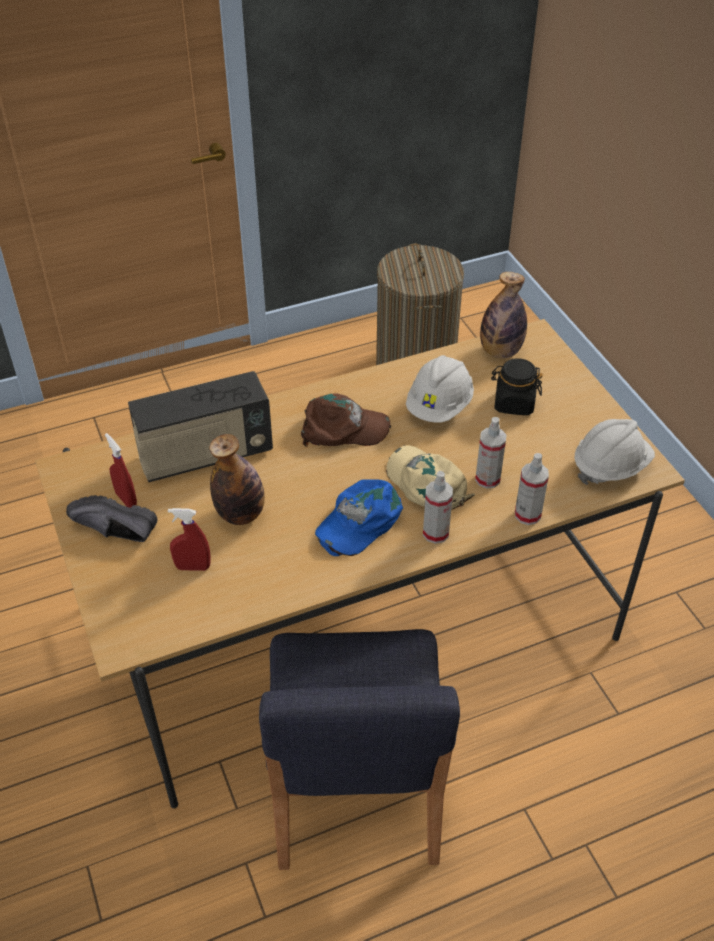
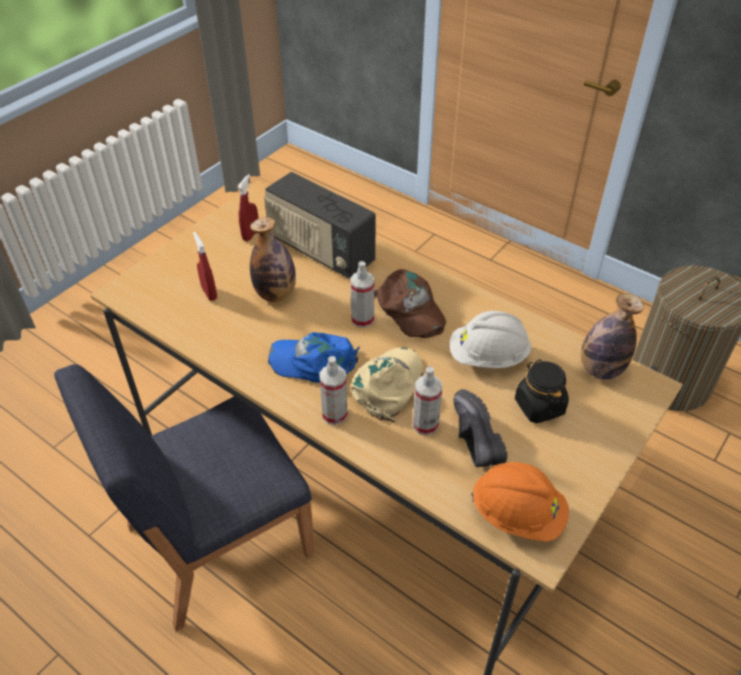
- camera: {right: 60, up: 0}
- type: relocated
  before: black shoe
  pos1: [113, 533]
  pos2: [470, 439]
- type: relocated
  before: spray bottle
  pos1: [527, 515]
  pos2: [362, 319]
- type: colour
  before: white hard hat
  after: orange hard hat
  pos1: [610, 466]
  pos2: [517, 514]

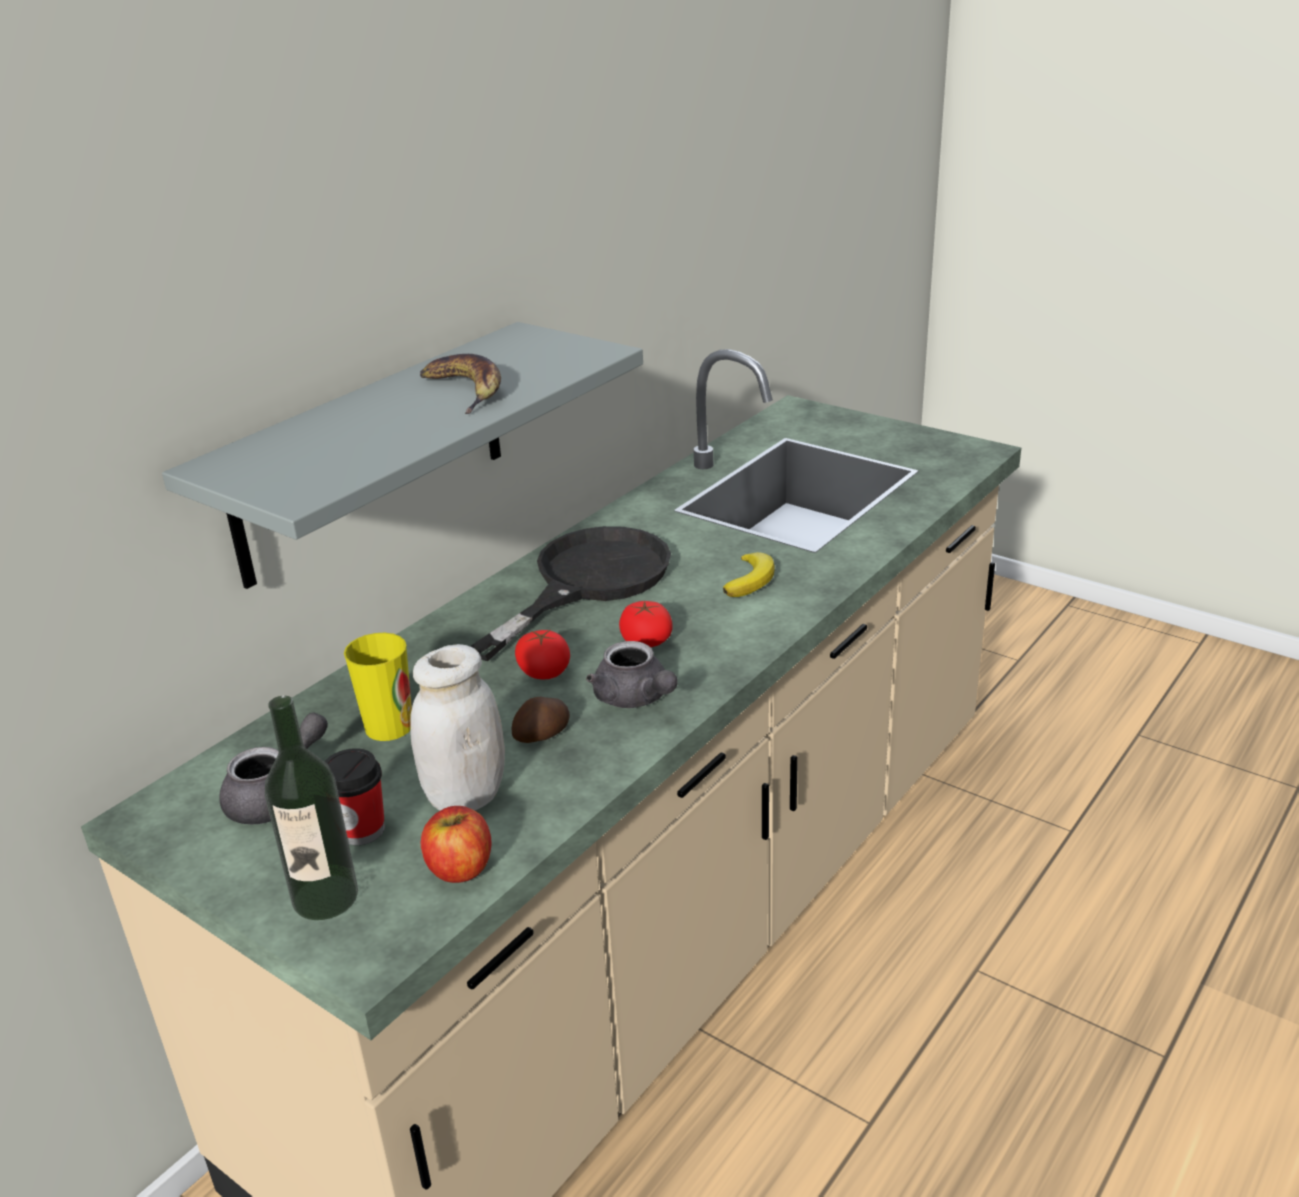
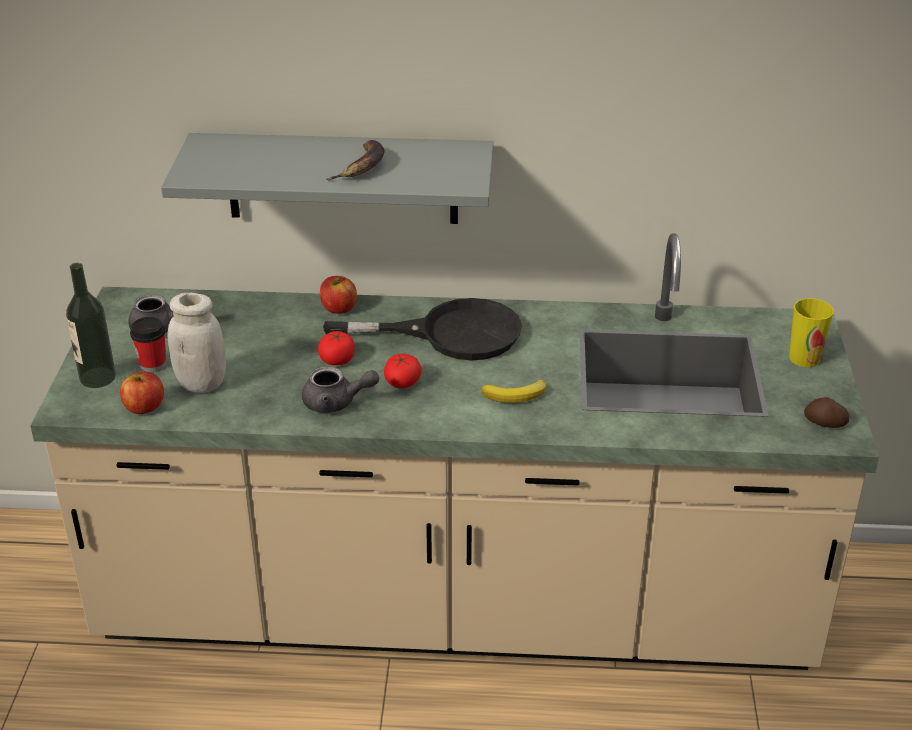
- camera: {right: 55, up: 5}
- type: relocated
  before: cup
  pos1: [389, 726]
  pos2: [804, 358]
- type: relocated
  before: potato
  pos1: [543, 735]
  pos2: [825, 423]
- type: spun
  before: grey teapot
  pos1: [635, 699]
  pos2: [336, 403]
  turn: -105
- type: appeared
  after: apple
  pos2: [338, 308]

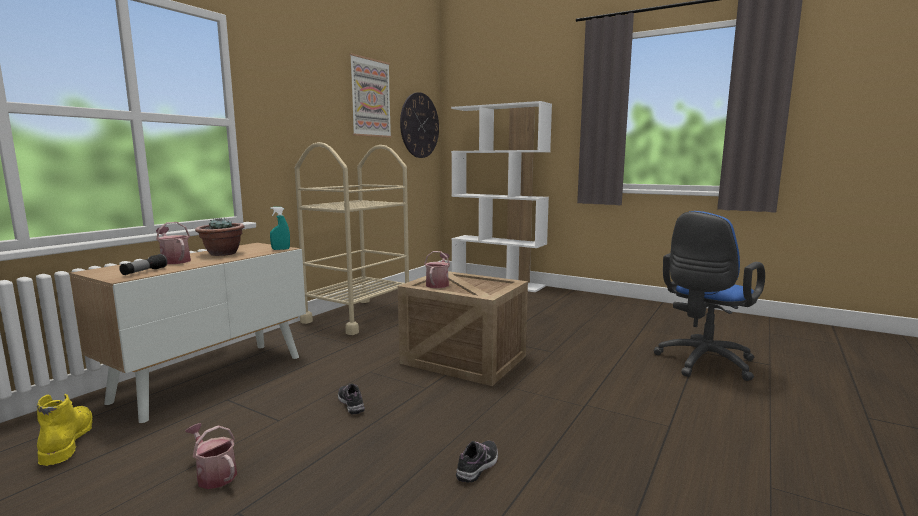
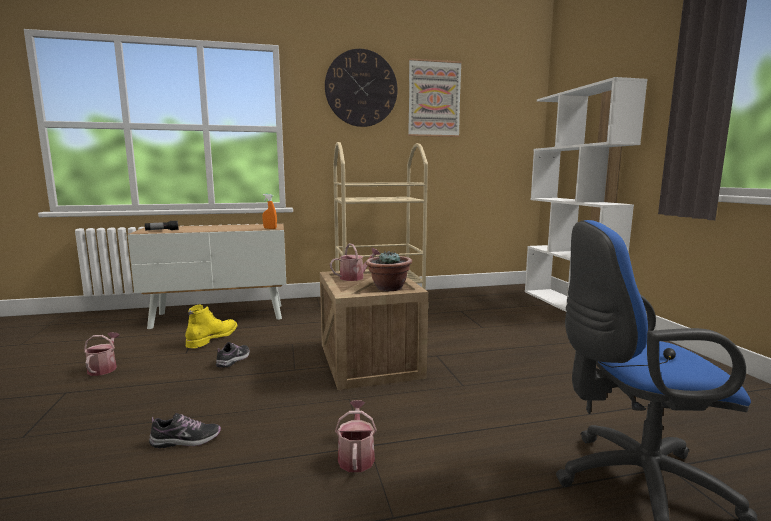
- camera: {right: 45, up: 0}
- type: relocated
  before: yellow boot
  pos1: [66, 440]
  pos2: [212, 338]
- type: relocated
  before: watering can
  pos1: [174, 261]
  pos2: [356, 456]
- type: relocated
  before: potted plant
  pos1: [222, 253]
  pos2: [388, 288]
- type: colour
  before: turquoise spray bottle
  after: orange spray bottle
  pos1: [280, 249]
  pos2: [270, 228]
- type: relocated
  before: wall clock
  pos1: [419, 125]
  pos2: [361, 88]

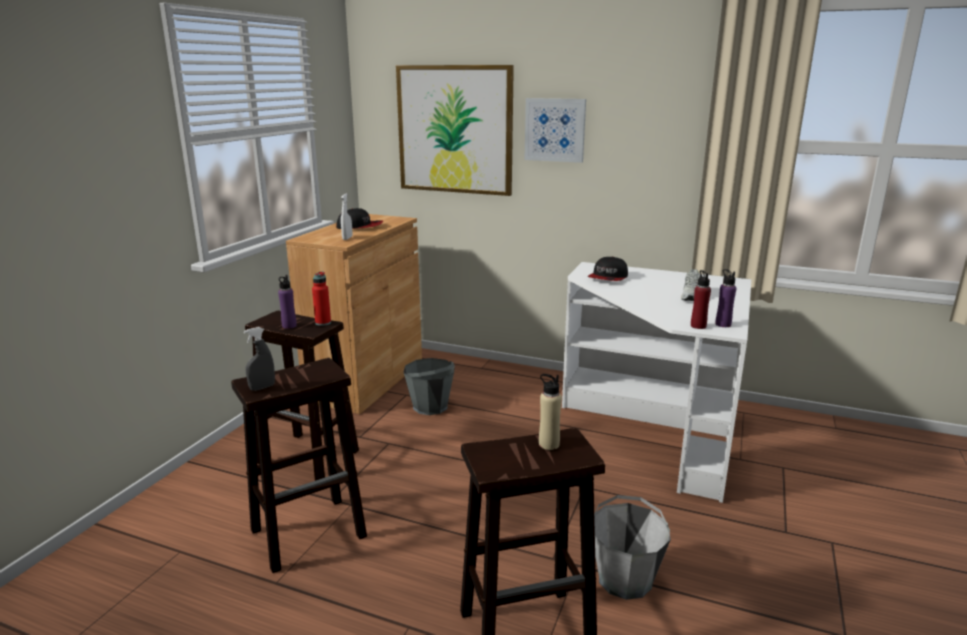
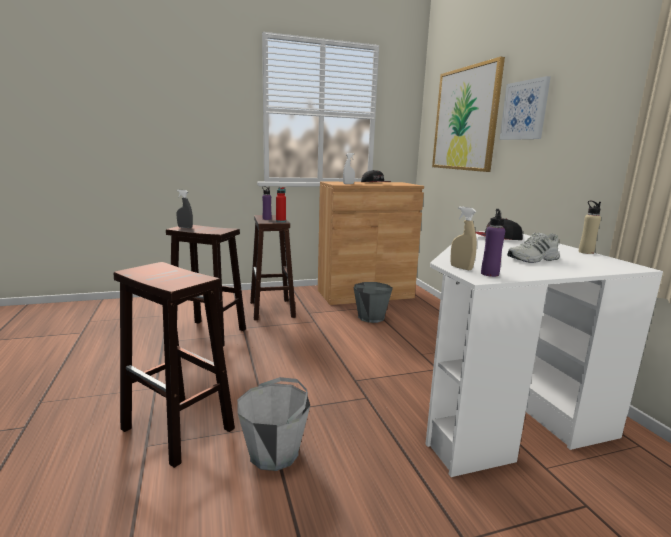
- camera: {right: 50, up: -5}
- type: relocated
  before: beige bottle
  pos1: [548, 444]
  pos2: [586, 252]
- type: exchanged
  before: red bottle
  after: beige spray bottle
  pos1: [698, 326]
  pos2: [461, 268]

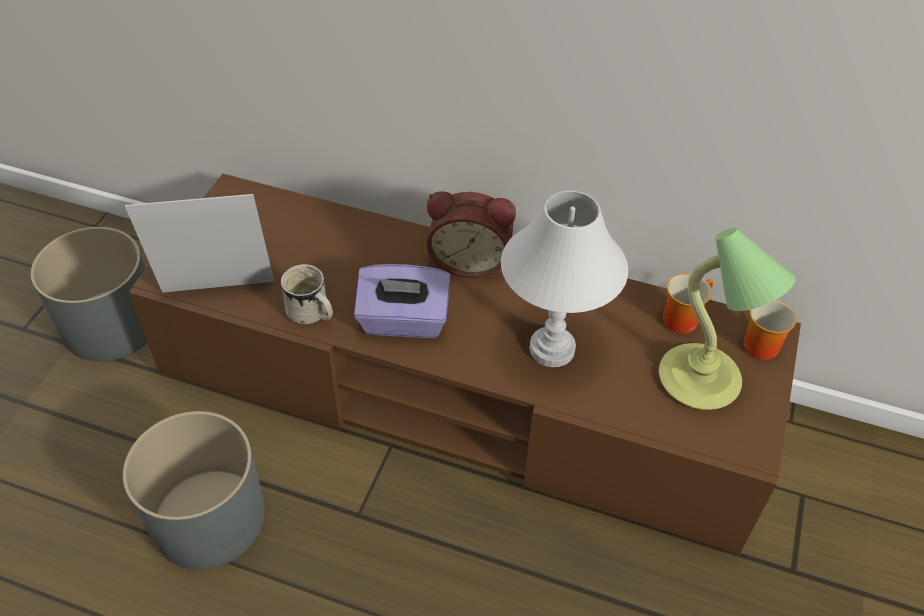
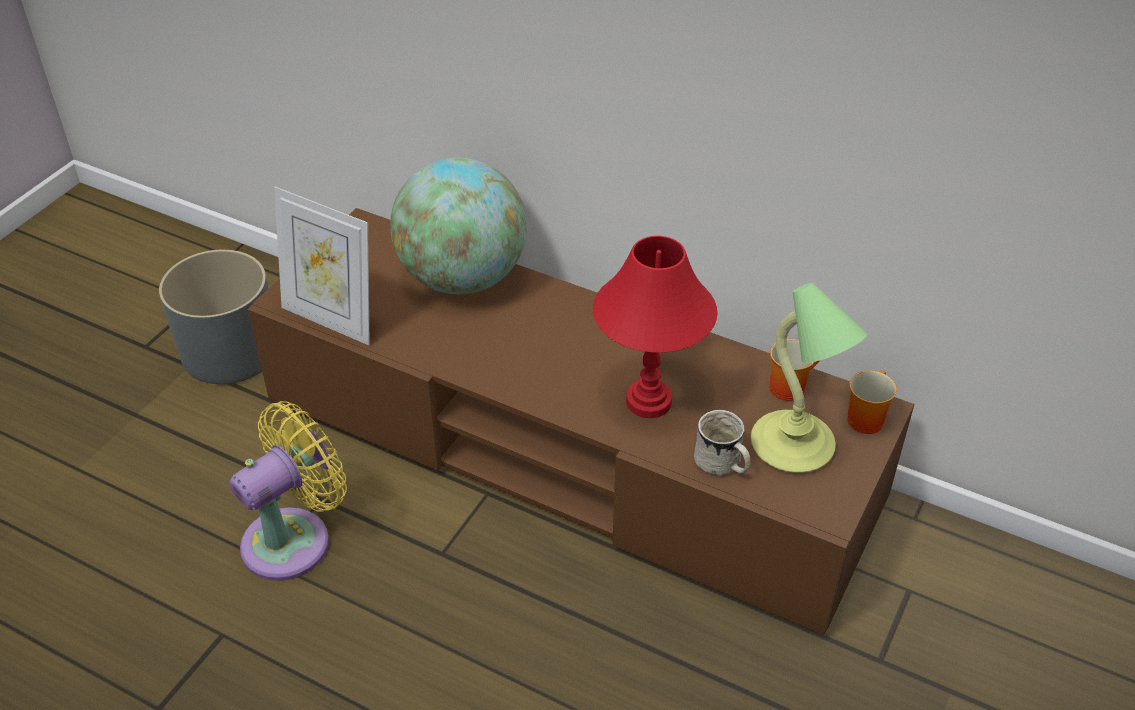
- camera: {right: 10, up: -5}
- type: exchanged
  before: grey planter
  after: yellow fan
  pos1: [208, 518]
  pos2: [294, 539]
- type: spun
  before: picture frame
  pos1: [218, 294]
  pos2: [331, 319]
  turn: -150
- type: relocated
  before: white mug
  pos1: [312, 315]
  pos2: [722, 465]
- type: missing
  before: purple tissue box
  pos1: [403, 321]
- type: missing
  before: alarm clock
  pos1: [470, 260]
- type: colour
  before: white table lamp
  after: red table lamp
  pos1: [553, 349]
  pos2: [649, 401]
- type: appeared
  after: globe
  pos2: [462, 277]

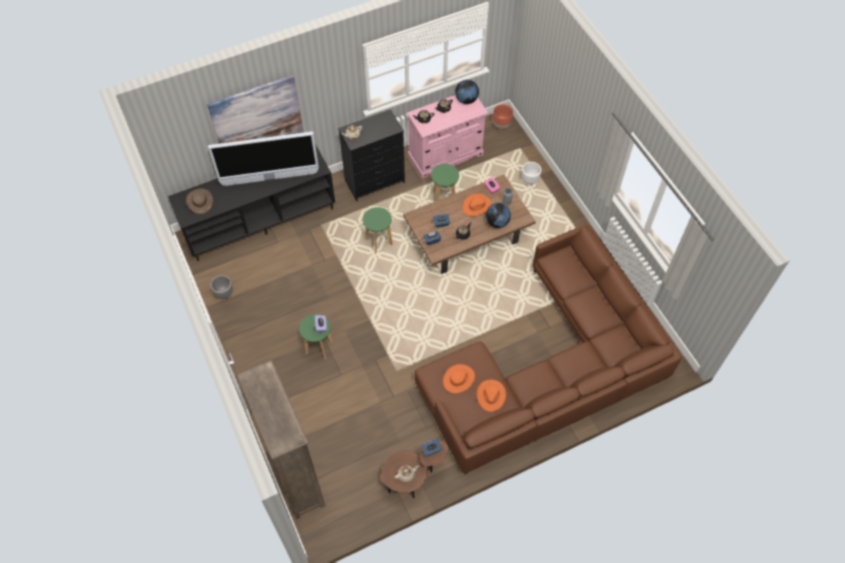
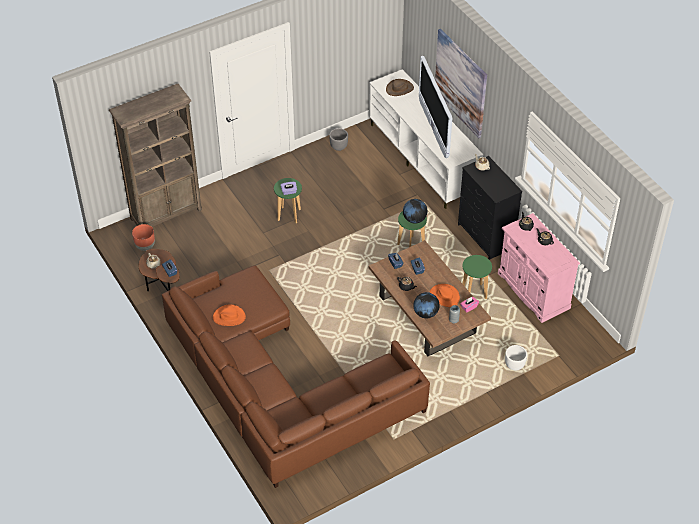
- camera: {right: 85, up: -10}
- type: colour
  before: black tv stand
  after: white tv stand
  pos1: [260, 220]
  pos2: [422, 159]
- type: missing
  before: orange hat
  pos1: [459, 379]
- type: relocated
  before: globe
  pos1: [466, 100]
  pos2: [414, 219]
- type: relocated
  before: brown planter
  pos1: [501, 125]
  pos2: [145, 246]

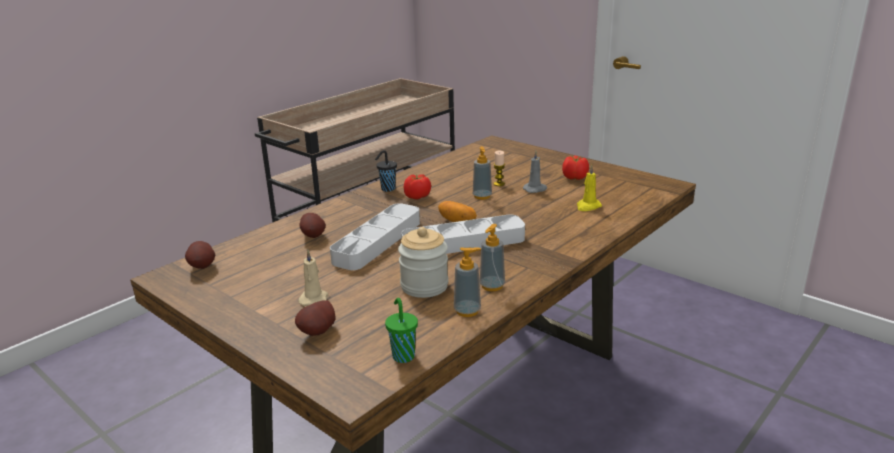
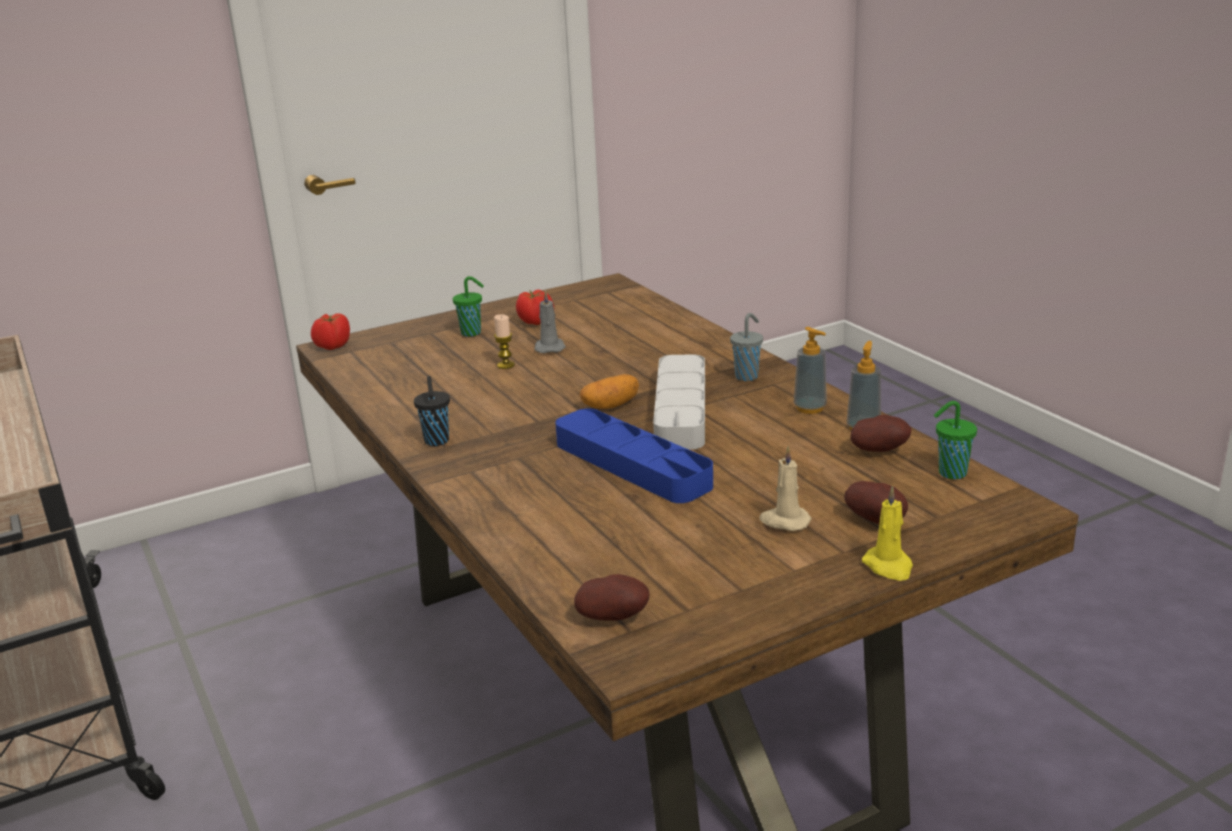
- camera: {right: -70, up: 0}
- type: relocated
  before: potato
  pos1: [314, 236]
  pos2: [879, 450]
- type: colour
  before: grey tray
  after: blue tray
  pos1: [378, 241]
  pos2: [632, 464]
- type: missing
  before: jar
  pos1: [424, 286]
- type: relocated
  before: tomato
  pos1: [417, 197]
  pos2: [332, 346]
- type: missing
  before: soap dispenser
  pos1: [482, 196]
- type: relocated
  before: yellow candle
  pos1: [588, 206]
  pos2: [889, 566]
- type: appeared
  after: green cup
  pos2: [472, 333]
- type: appeared
  after: grey cup
  pos2: [747, 376]

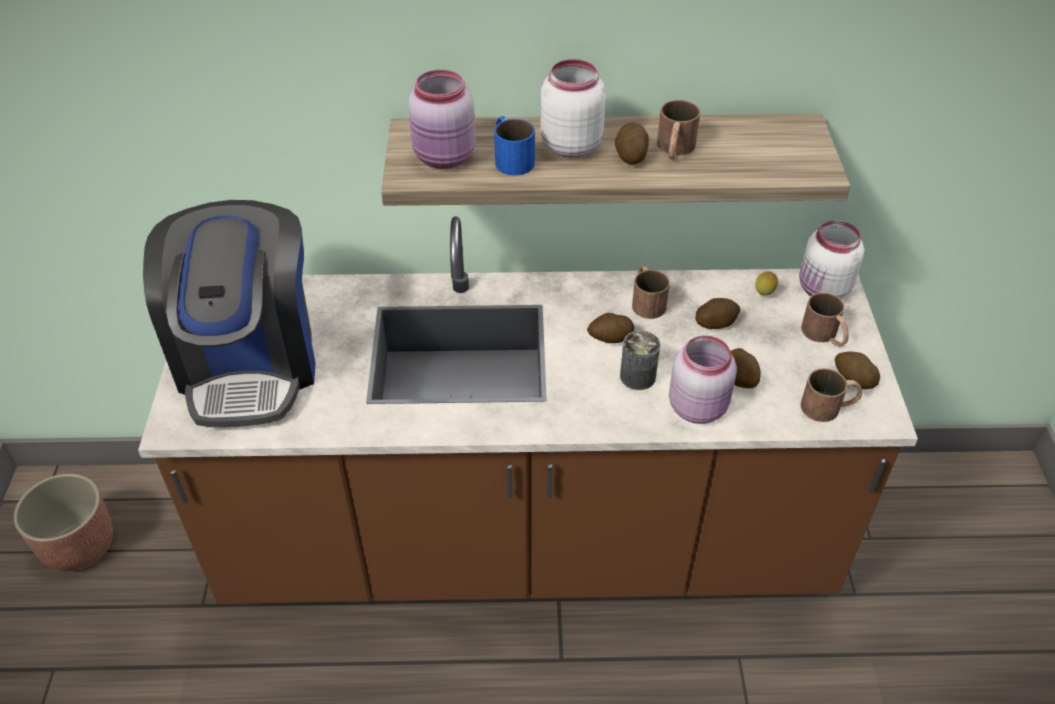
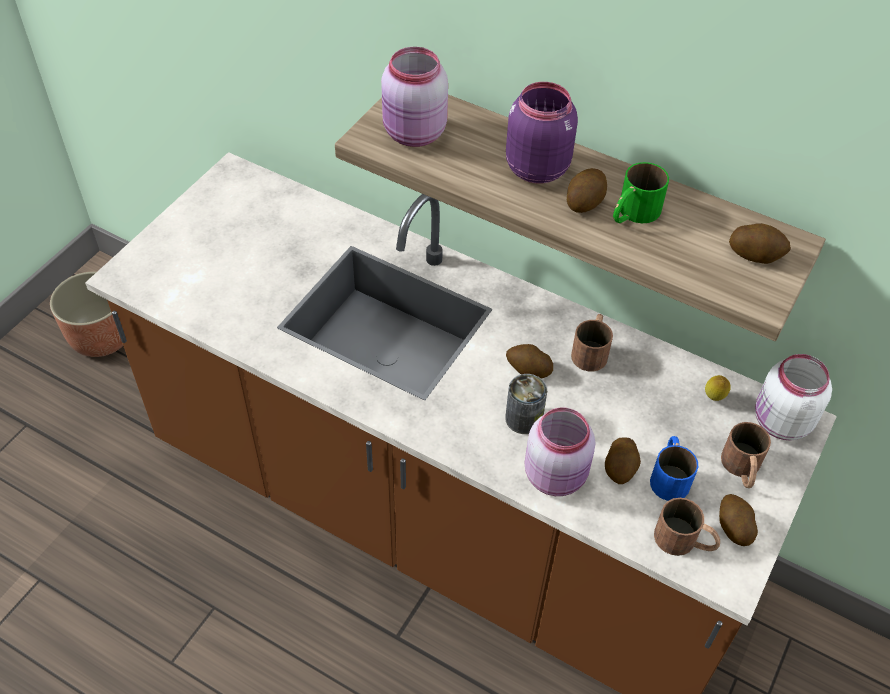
- camera: {right: 30, up: 5}
- type: missing
  before: coffee machine
  pos1: [250, 362]
- type: relocated
  before: blue mug
  pos1: [510, 158]
  pos2: [669, 474]
- type: colour
  before: white jar
  after: purple jar
  pos1: [569, 145]
  pos2: [536, 167]
- type: colour
  before: brown mug
  after: green mug
  pos1: [674, 149]
  pos2: [632, 213]
- type: relocated
  before: potato
  pos1: [716, 322]
  pos2: [755, 254]

